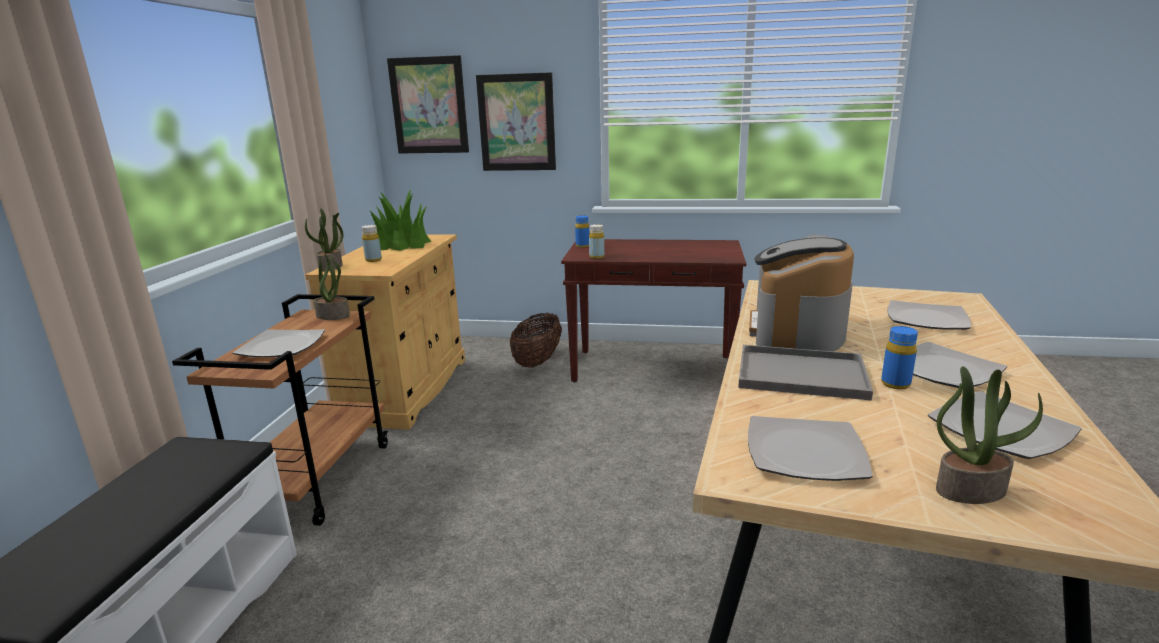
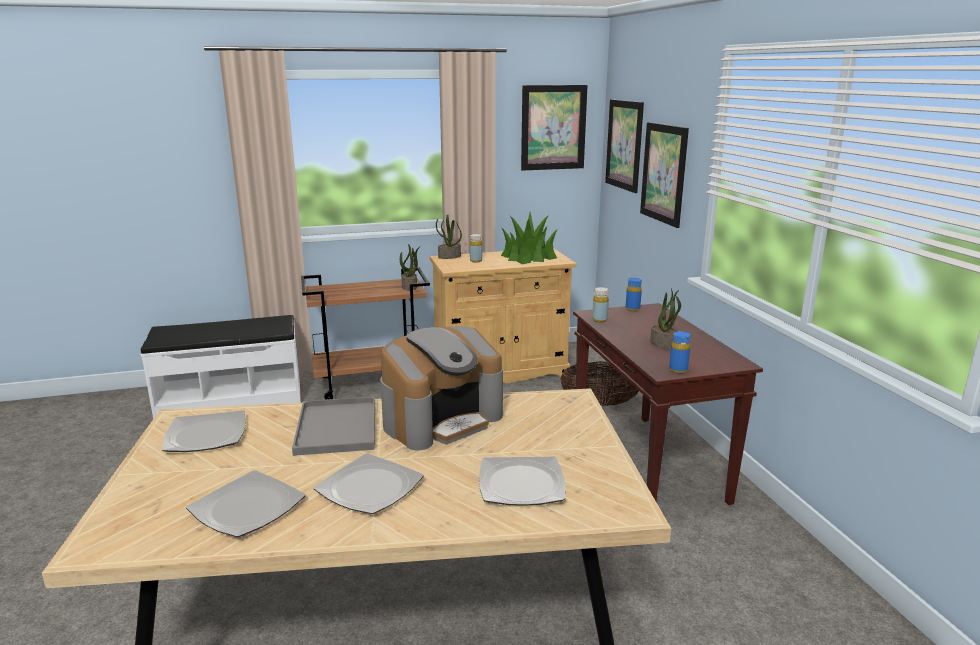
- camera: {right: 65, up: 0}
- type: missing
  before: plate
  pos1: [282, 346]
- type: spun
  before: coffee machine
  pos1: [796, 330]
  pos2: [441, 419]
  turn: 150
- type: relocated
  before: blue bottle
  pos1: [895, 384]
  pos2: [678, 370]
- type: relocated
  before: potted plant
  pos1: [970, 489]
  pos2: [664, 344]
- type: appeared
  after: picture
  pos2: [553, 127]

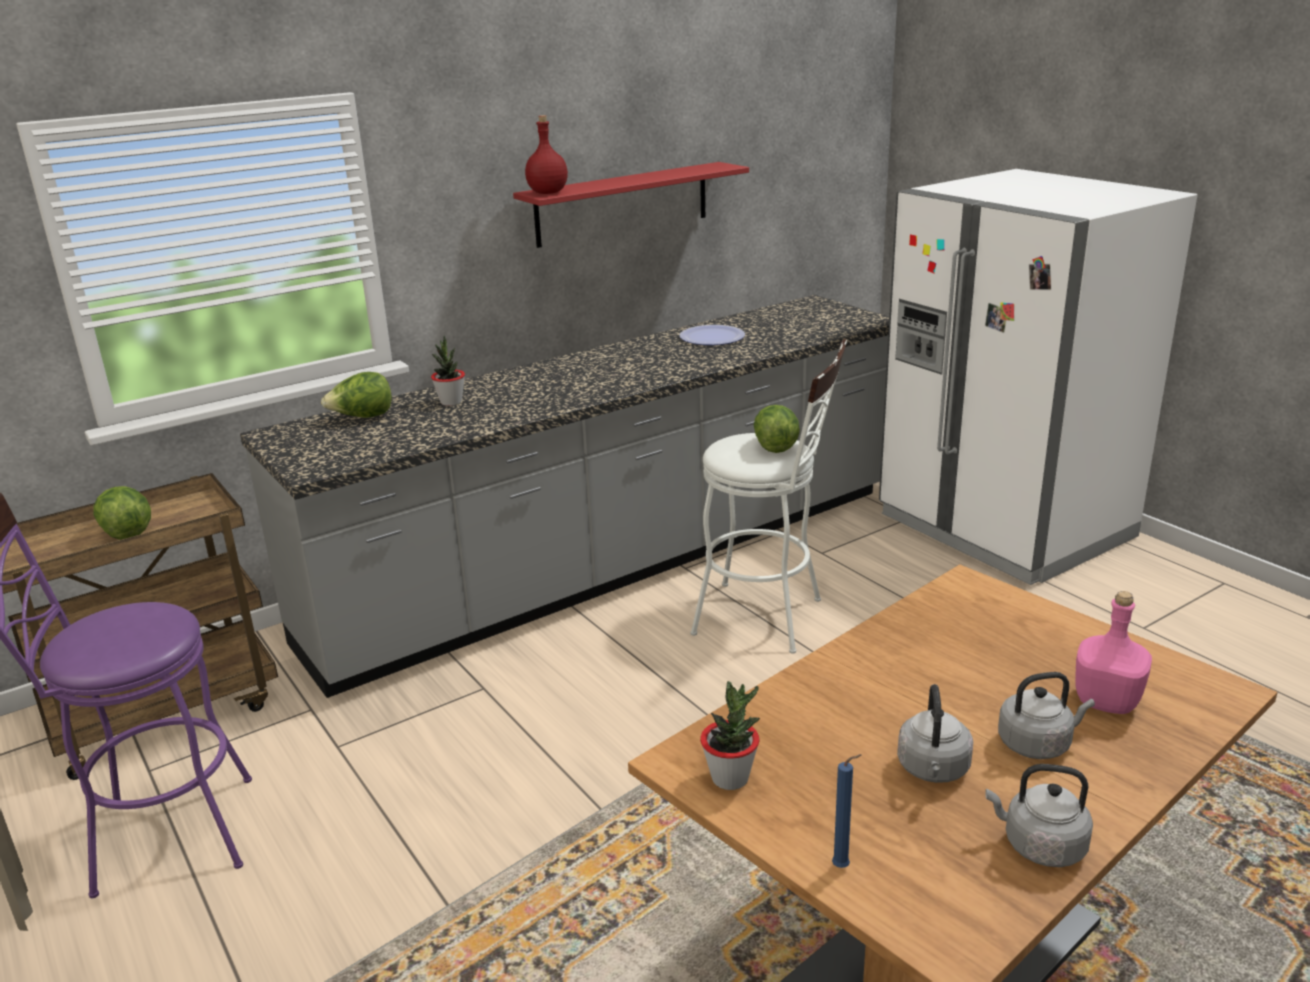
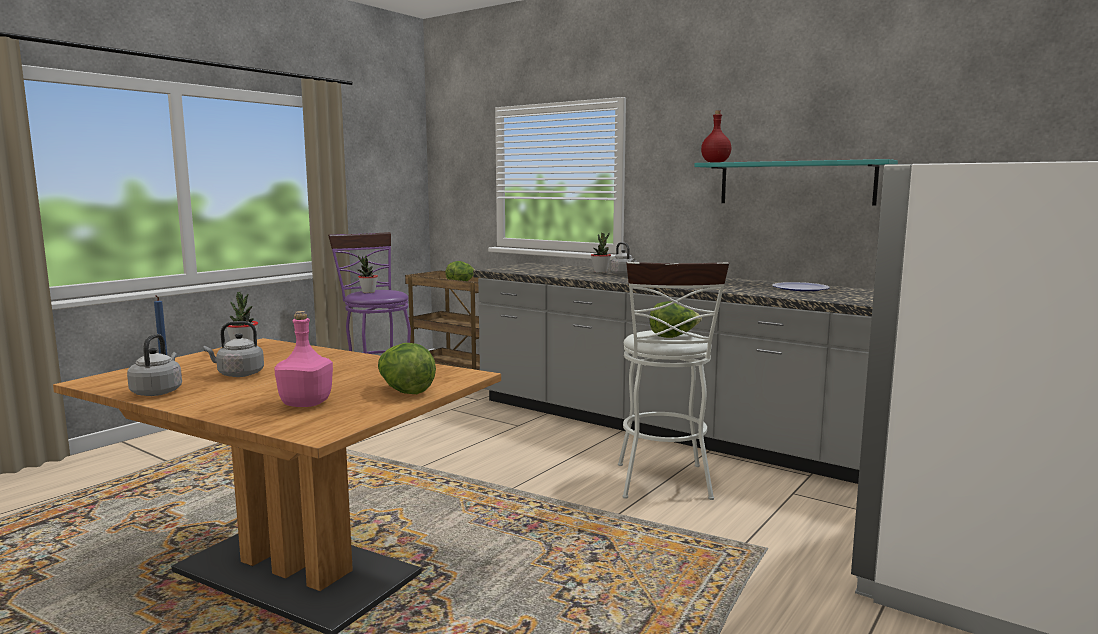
- camera: {right: 70, up: -15}
- type: relocated
  before: lettuce
  pos1: [362, 418]
  pos2: [405, 391]
- type: colour
  before: red shelf
  after: turquoise shelf
  pos1: [623, 204]
  pos2: [795, 183]
- type: relocated
  before: grey kettle
  pos1: [1037, 744]
  pos2: [624, 275]
- type: appeared
  after: potted plant
  pos2: [368, 292]

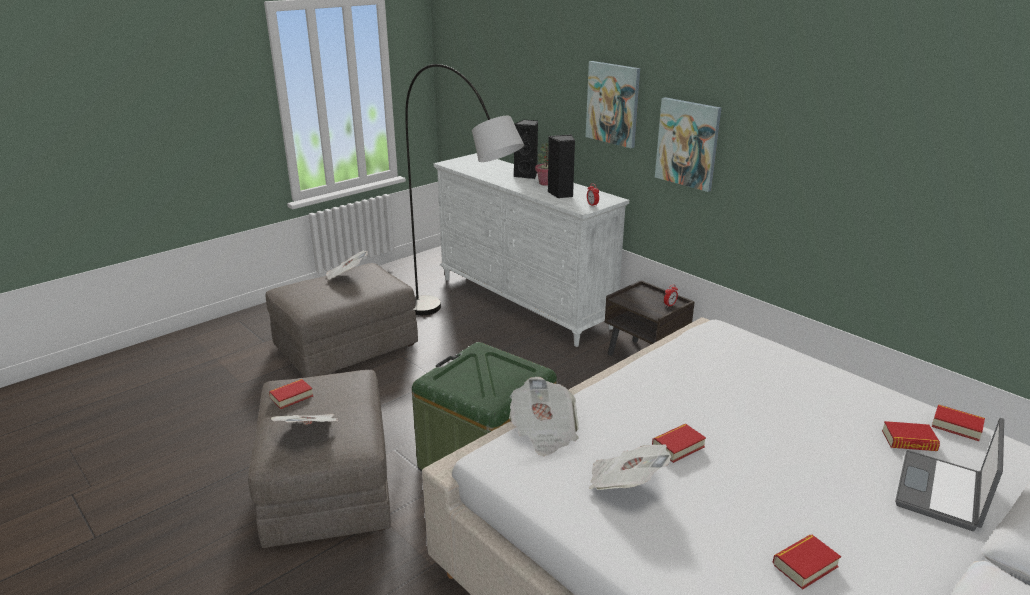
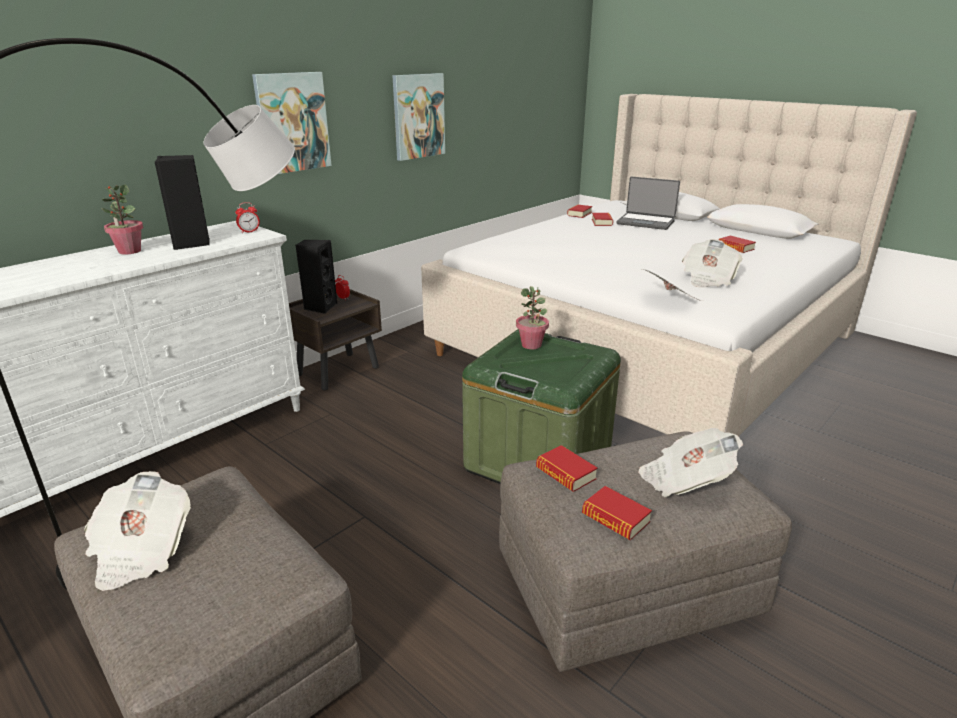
- camera: {right: -95, up: 0}
- type: relocated
  before: black speaker
  pos1: [527, 175]
  pos2: [320, 307]
- type: relocated
  before: picture
  pos1: [613, 104]
  pos2: [418, 116]
- type: relocated
  before: book
  pos1: [678, 446]
  pos2: [565, 473]
- type: appeared
  after: potted plant
  pos2: [531, 345]

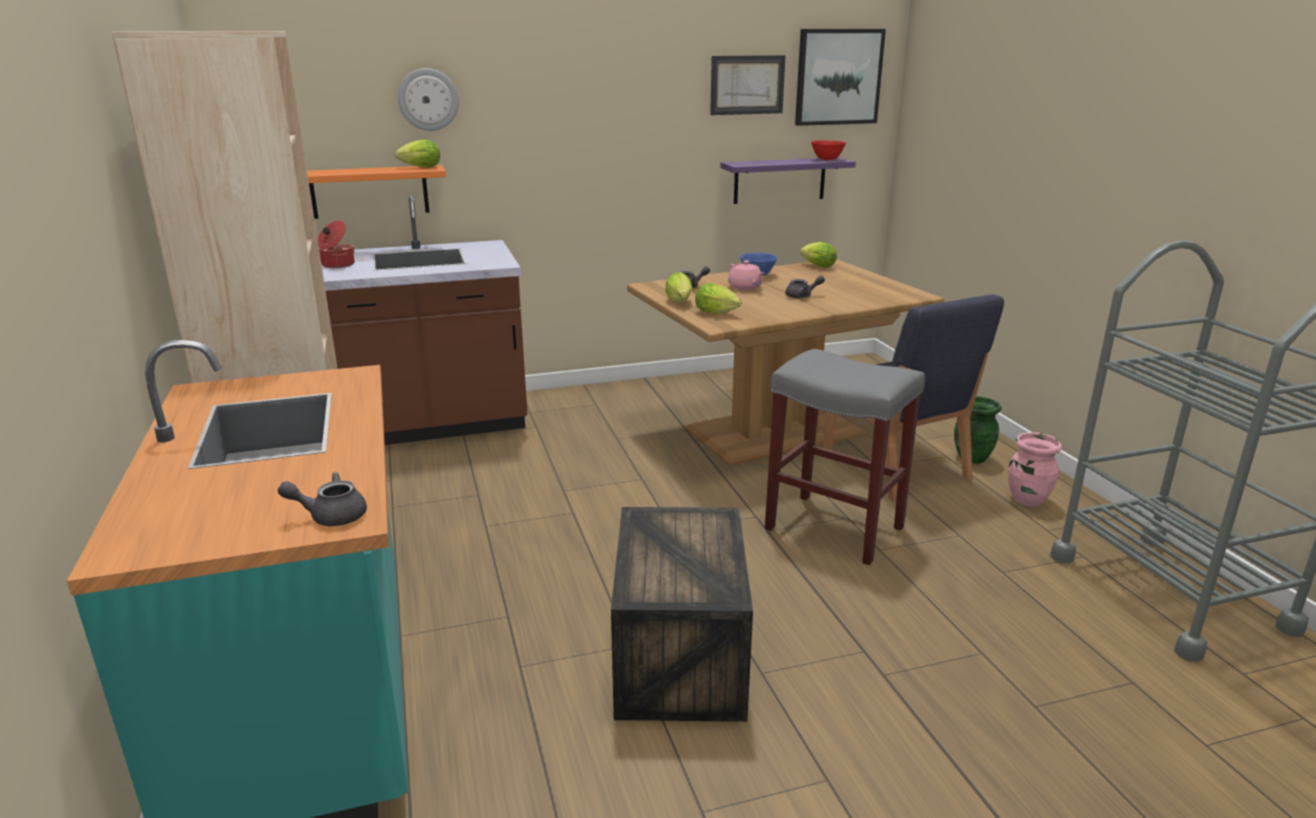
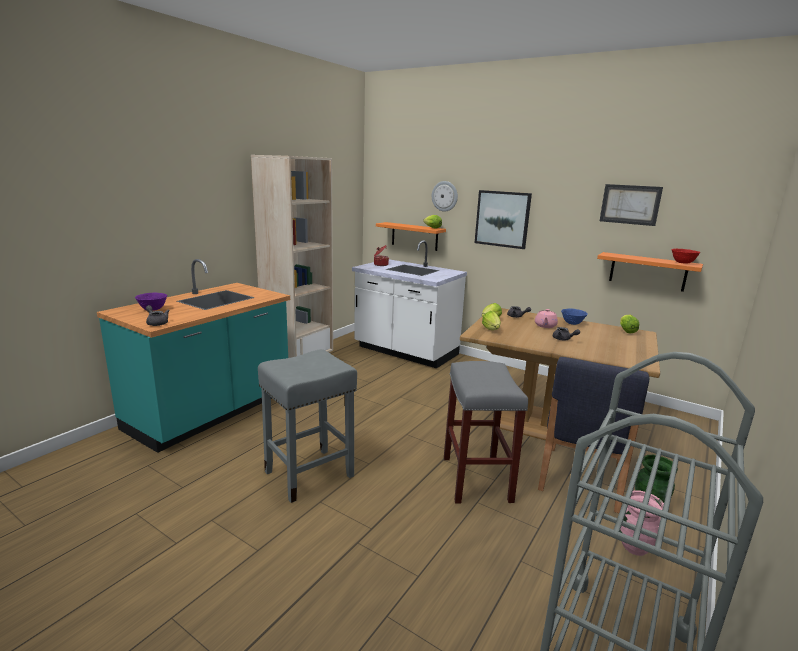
- camera: {right: 50, up: -5}
- type: colour
  before: brown counter
  after: white counter
  pos1: [429, 425]
  pos2: [405, 351]
- type: exchanged
  before: crate
  after: grey stool
  pos1: [678, 655]
  pos2: [310, 473]
- type: colour
  before: purple shelf
  after: orange shelf
  pos1: [779, 180]
  pos2: [647, 271]
- type: relocated
  before: picture
  pos1: [838, 77]
  pos2: [502, 219]
- type: appeared
  after: purple bowl
  pos2: [153, 309]

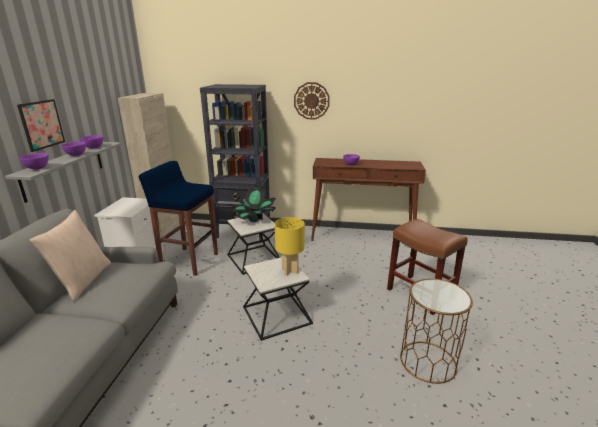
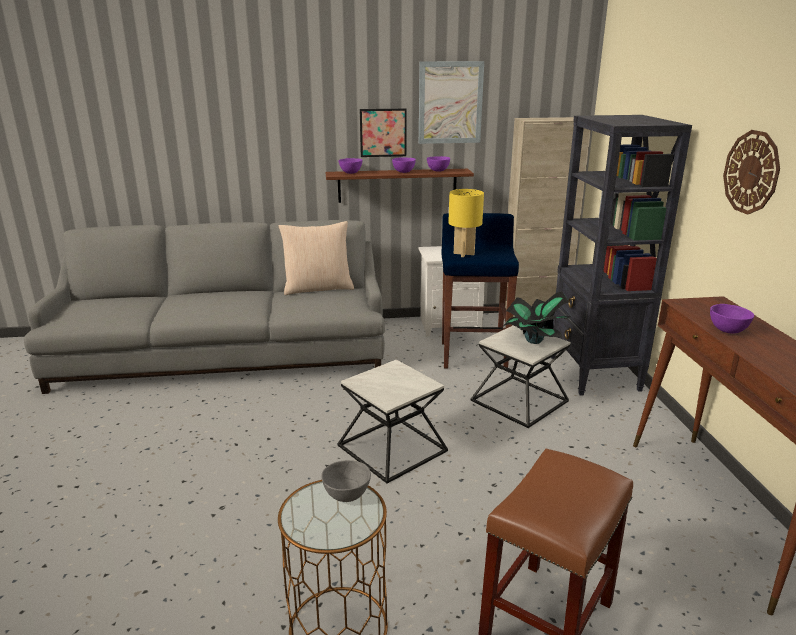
- camera: {right: 75, up: 0}
- type: colour
  before: grey shelf
  after: brown shelf
  pos1: [64, 169]
  pos2: [397, 185]
- type: relocated
  before: yellow table lamp
  pos1: [289, 271]
  pos2: [463, 254]
- type: appeared
  after: grey bowl
  pos2: [346, 495]
- type: appeared
  after: picture
  pos2: [450, 103]

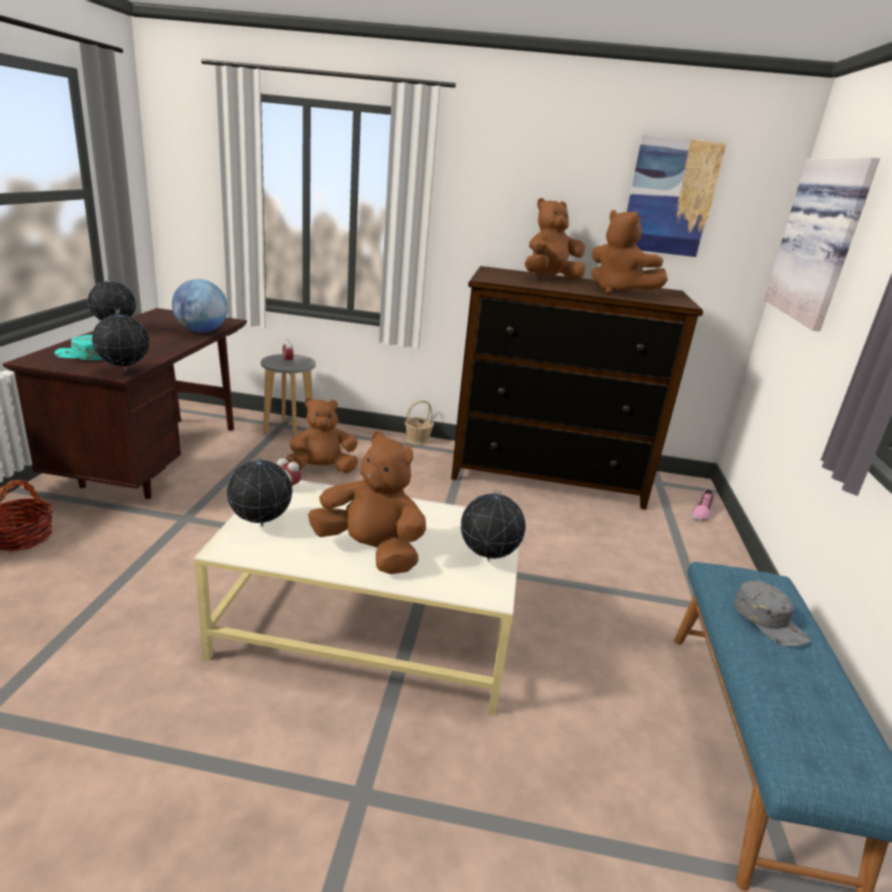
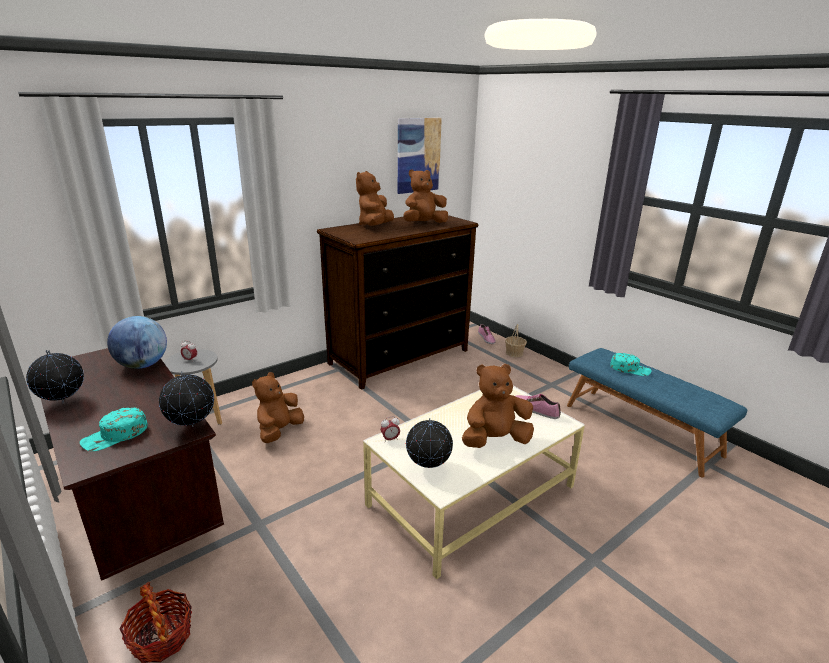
- camera: {right: -45, up: 0}
- type: relocated
  before: basket
  pos1: [418, 440]
  pos2: [514, 353]
- type: exchanged
  before: globe
  after: shoe
  pos1: [487, 560]
  pos2: [535, 409]
- type: spun
  before: brown plush toy
  pos1: [618, 291]
  pos2: [424, 224]
  turn: 150
- type: colour
  before: grey cap
  after: turquoise cap
  pos1: [770, 621]
  pos2: [630, 368]
- type: missing
  before: picture
  pos1: [822, 241]

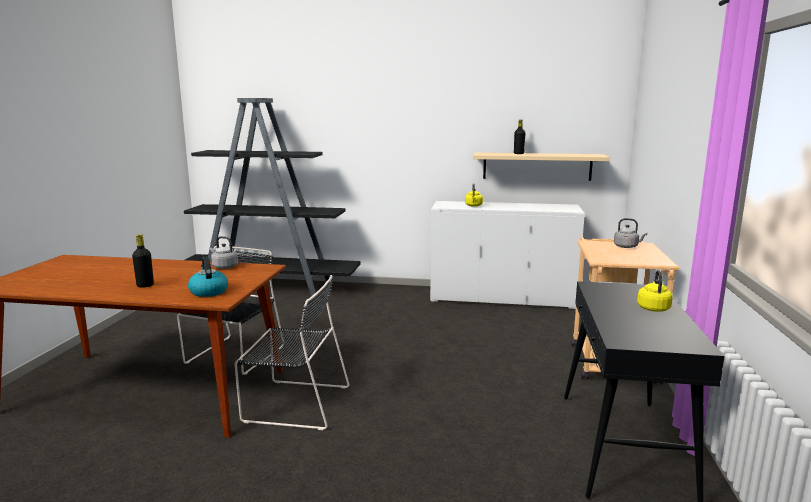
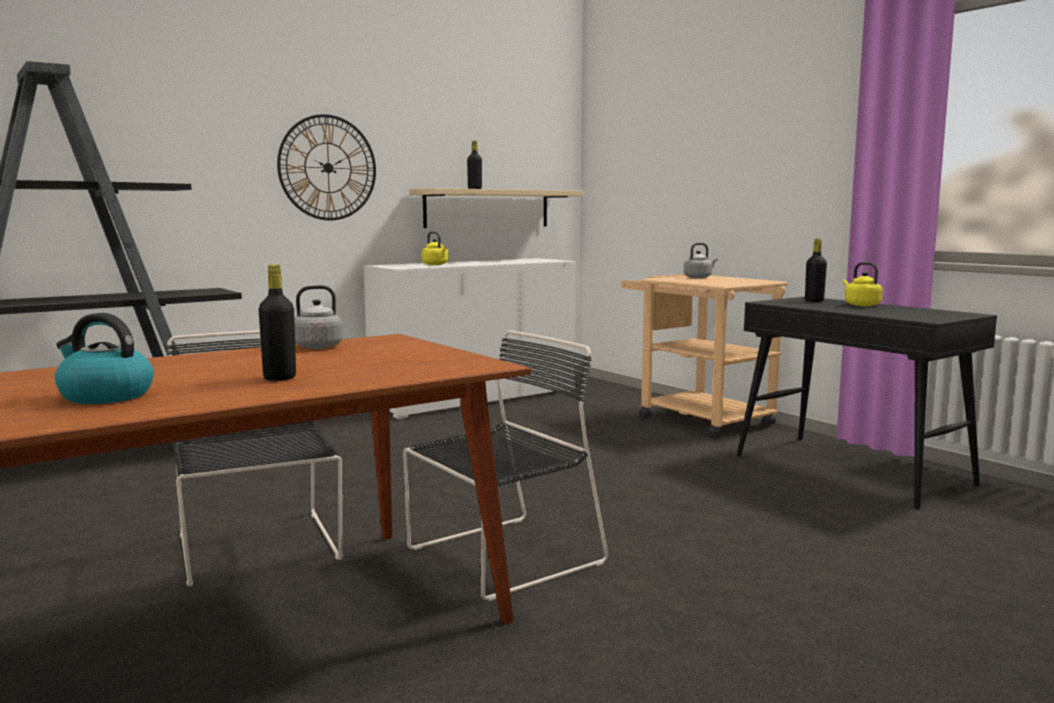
- camera: {right: -45, up: -5}
- type: relocated
  before: kettle
  pos1: [208, 291]
  pos2: [105, 396]
- type: appeared
  after: wall clock
  pos2: [328, 168]
- type: appeared
  after: black bottle
  pos2: [814, 301]

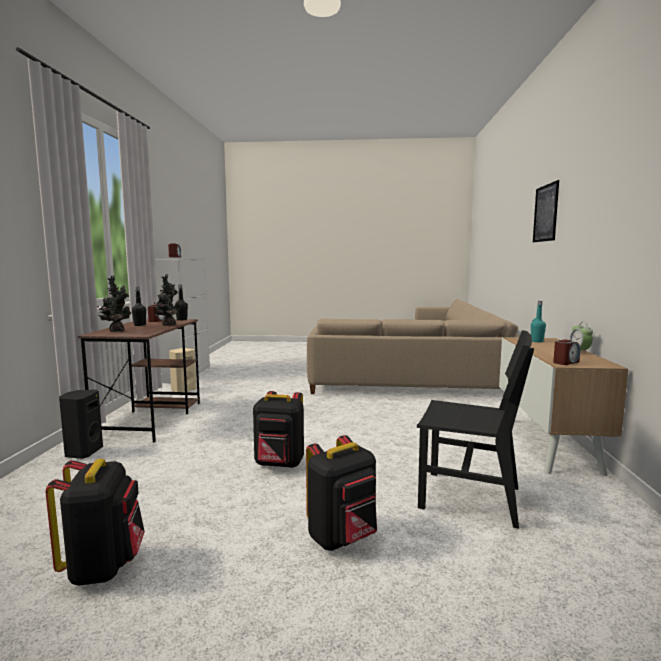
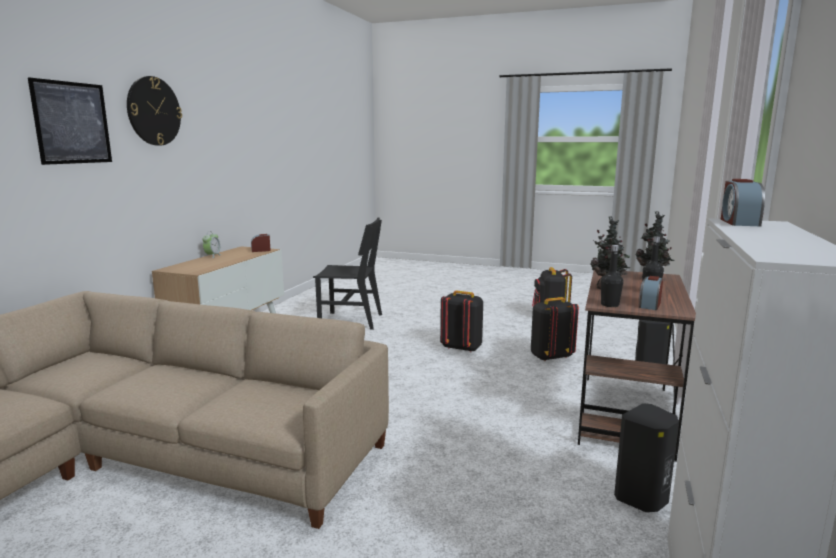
- camera: {right: -165, up: 5}
- type: colour
  before: beige speaker
  after: black speaker
  pos1: [183, 390]
  pos2: [643, 499]
- type: relocated
  before: black backpack
  pos1: [343, 538]
  pos2: [550, 357]
- type: spun
  before: black chair
  pos1: [470, 498]
  pos2: [351, 320]
  turn: 150
- type: missing
  before: turquoise bottle
  pos1: [537, 341]
- type: appeared
  after: wall clock
  pos2: [154, 111]

